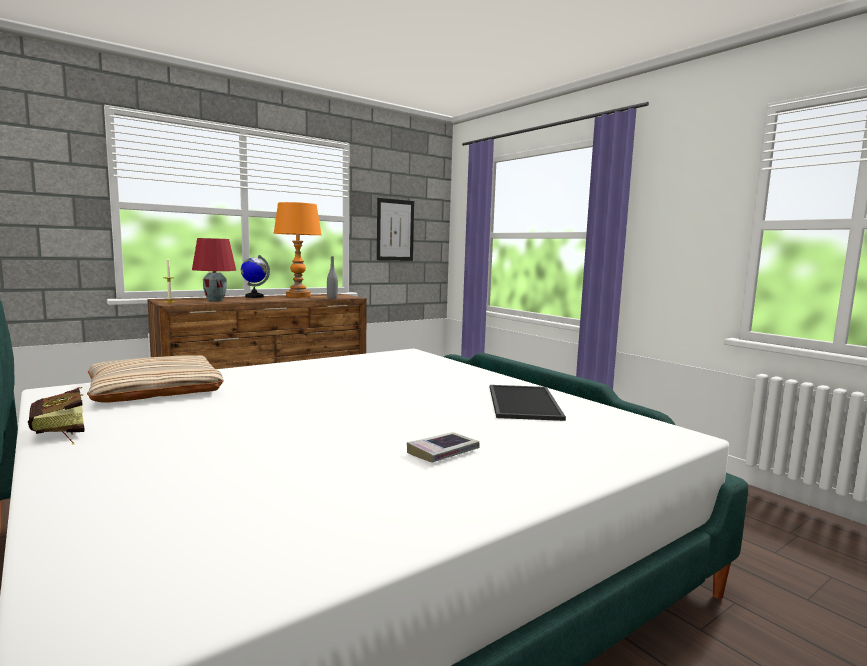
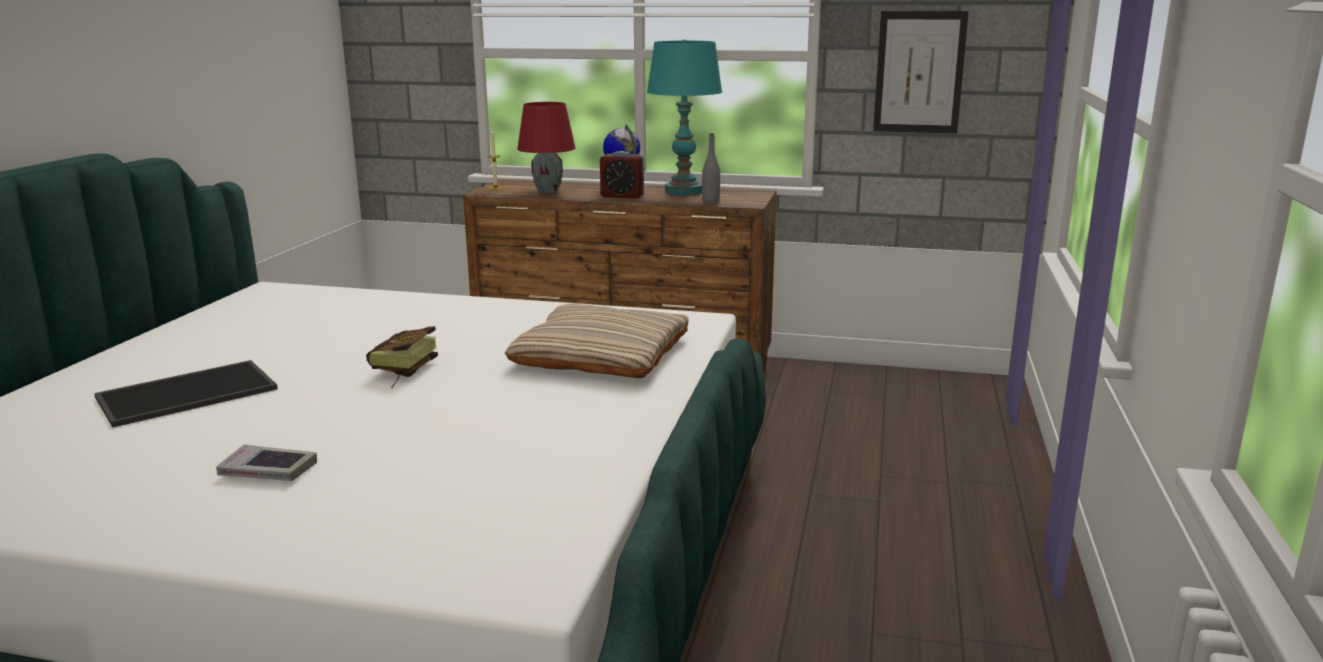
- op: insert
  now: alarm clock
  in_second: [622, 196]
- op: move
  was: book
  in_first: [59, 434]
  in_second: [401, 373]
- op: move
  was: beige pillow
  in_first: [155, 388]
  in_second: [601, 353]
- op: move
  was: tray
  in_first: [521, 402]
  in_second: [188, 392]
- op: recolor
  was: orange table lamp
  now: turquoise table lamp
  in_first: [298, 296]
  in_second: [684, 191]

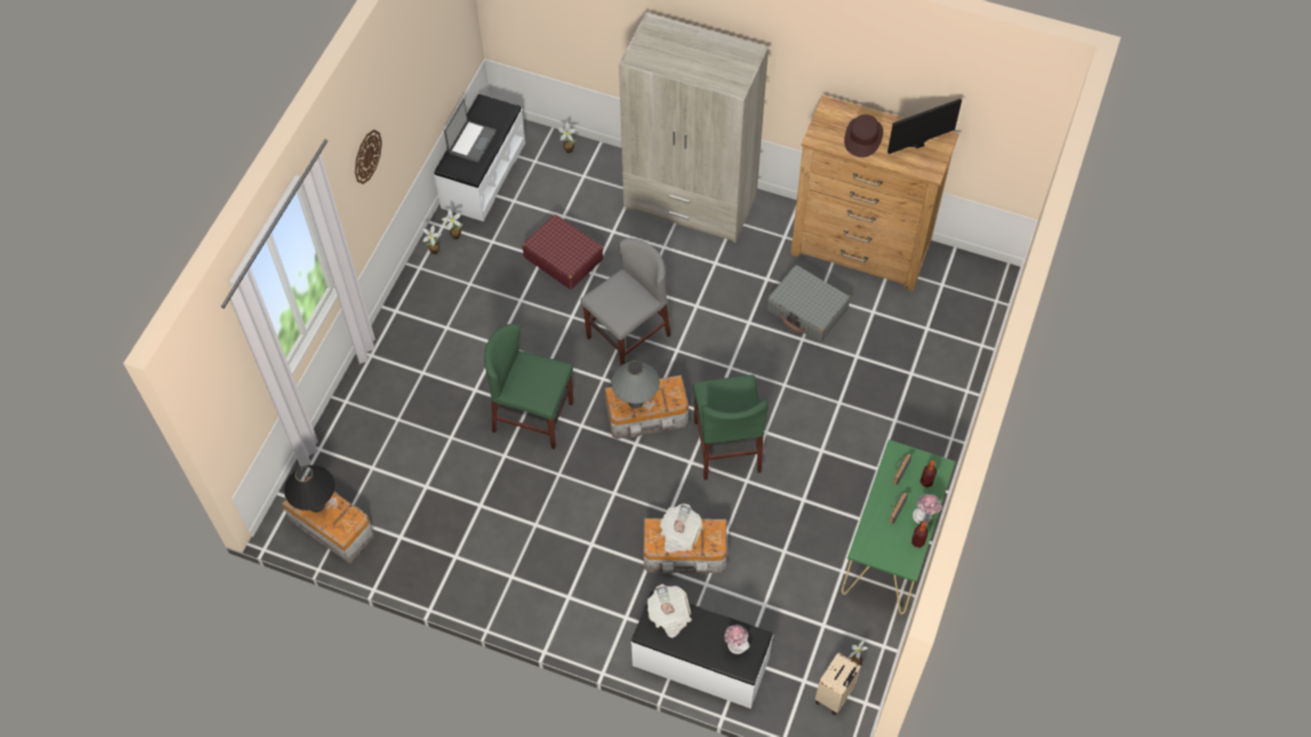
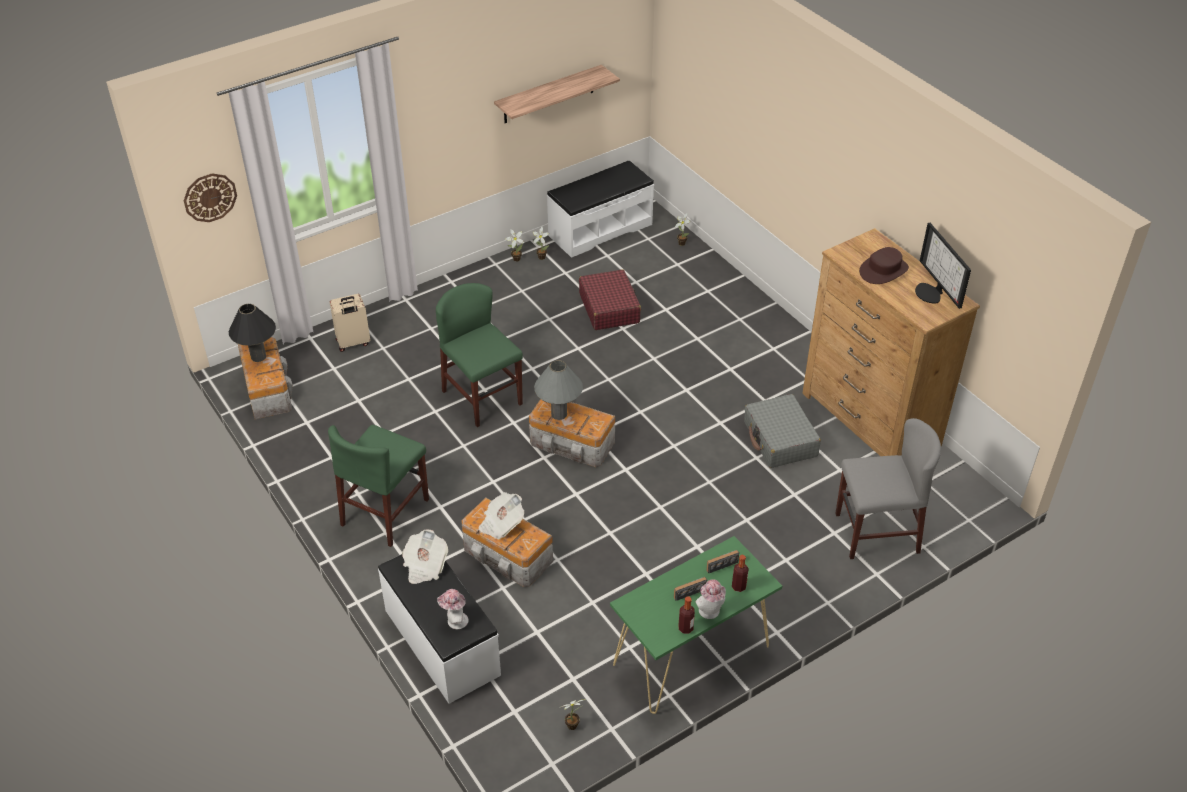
- op: delete
  was: laptop
  in_first: [471, 142]
- op: delete
  was: beige wardrobe
  in_first: [690, 202]
- op: insert
  now: shelf
  in_second: [548, 95]
- op: move
  was: wall clock
  in_first: [367, 156]
  in_second: [210, 197]
- op: move
  was: grey chair
  in_first: [628, 336]
  in_second: [876, 533]
- op: move
  was: green chair
  in_first: [727, 446]
  in_second: [385, 512]
- op: move
  was: beige suitcase
  in_first: [835, 695]
  in_second: [353, 343]
- op: rotate
  was: monitor
  in_first: [915, 141]
  in_second: [931, 293]
  clockwise: -120

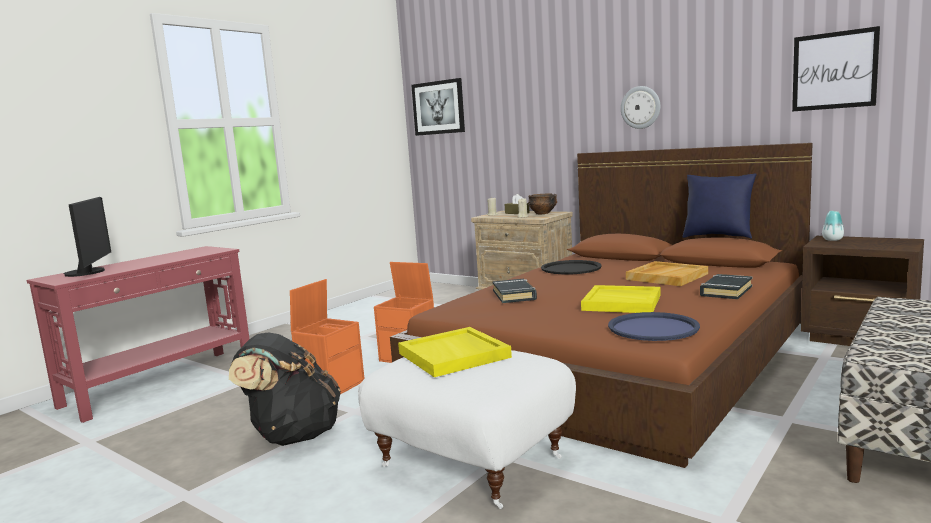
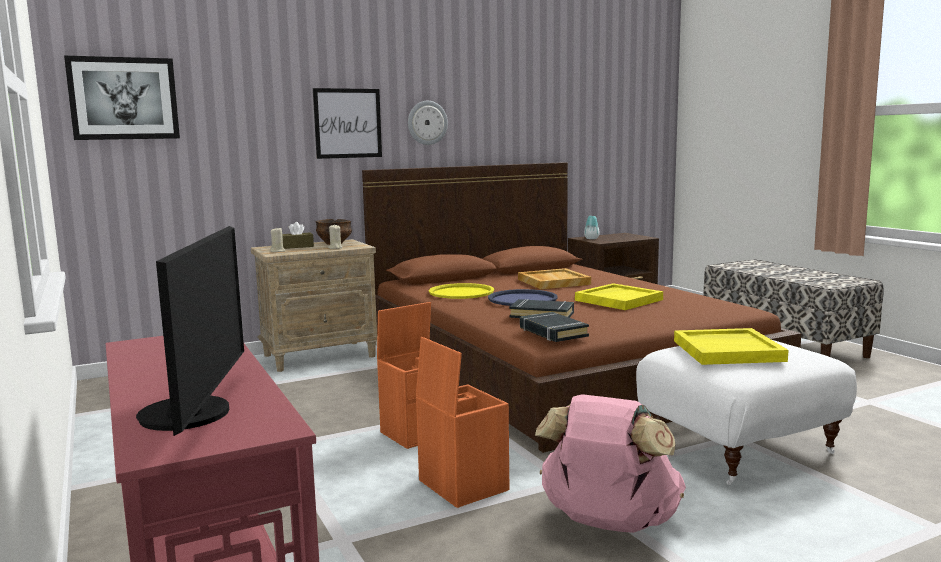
- op: delete
  was: blue pillow
  in_first: [718, 236]
- op: move
  was: blue tray
  in_first: [653, 328]
  in_second: [522, 299]
- op: move
  was: black book
  in_first: [726, 291]
  in_second: [552, 332]
- op: move
  was: picture
  in_first: [834, 70]
  in_second: [347, 123]
- op: recolor
  was: black backpack
  now: pink backpack
  in_first: [293, 436]
  in_second: [608, 524]
- op: recolor
  was: black tray
  now: yellow tray
  in_first: [571, 268]
  in_second: [461, 292]
- op: rotate
  was: monitor
  in_first: [89, 272]
  in_second: [195, 413]
  clockwise: 75

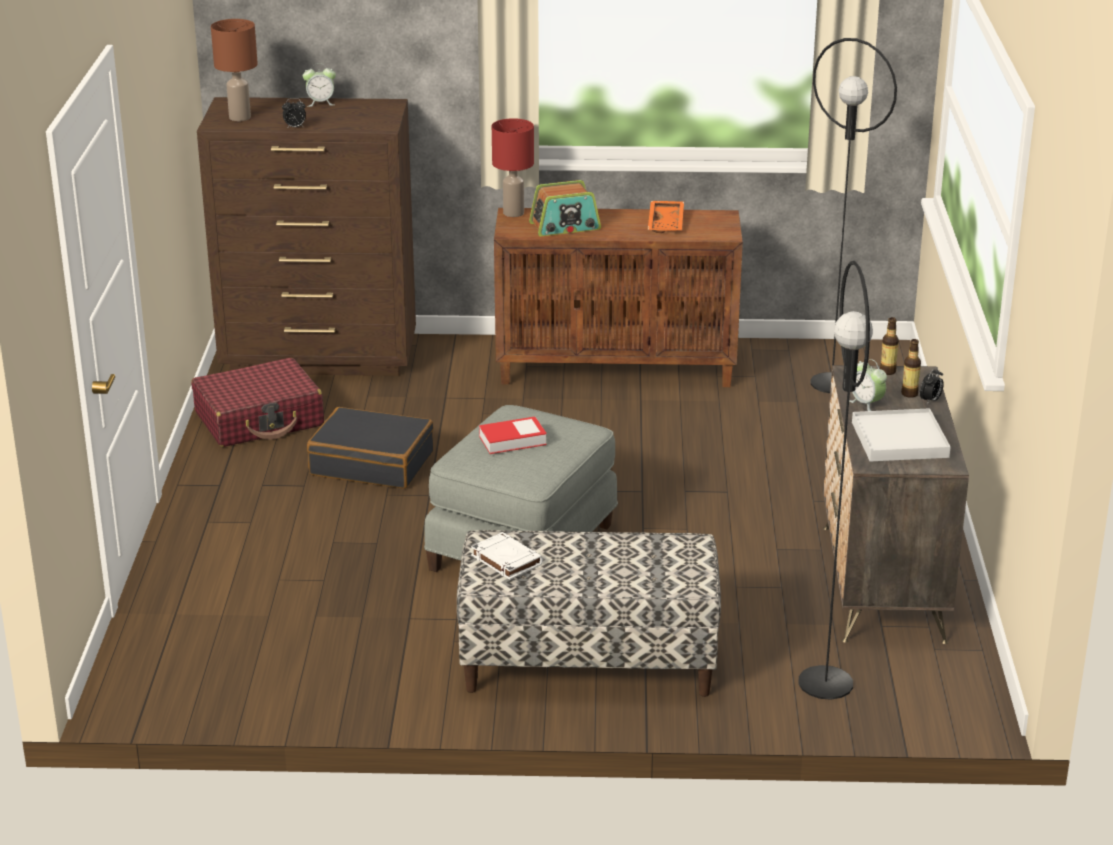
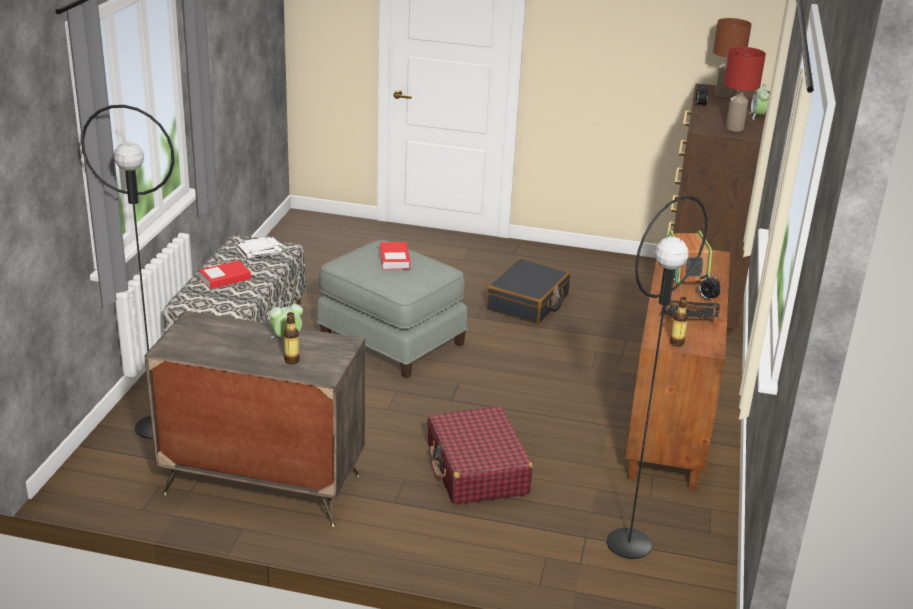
- op: delete
  was: white tray
  in_first: [899, 439]
- op: insert
  now: book
  in_second: [225, 279]
- op: move
  was: red suitcase
  in_first: [259, 419]
  in_second: [477, 469]
- op: move
  was: red table lamp
  in_first: [513, 213]
  in_second: [734, 128]
- op: move
  was: bottle
  in_first: [887, 371]
  in_second: [676, 343]
- op: move
  was: alarm clock
  in_first: [930, 400]
  in_second: [707, 298]
- op: recolor
  was: orange tray
  now: black tray
  in_first: [667, 223]
  in_second: [689, 317]

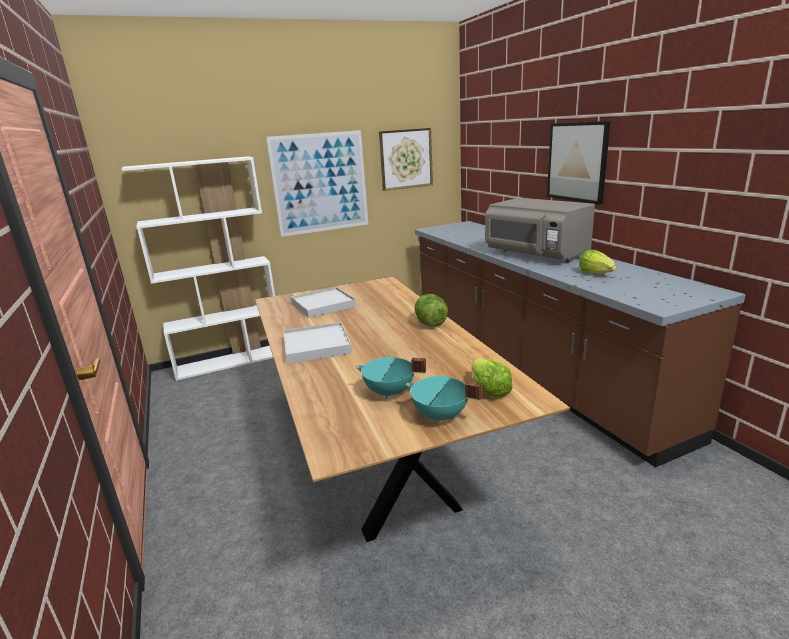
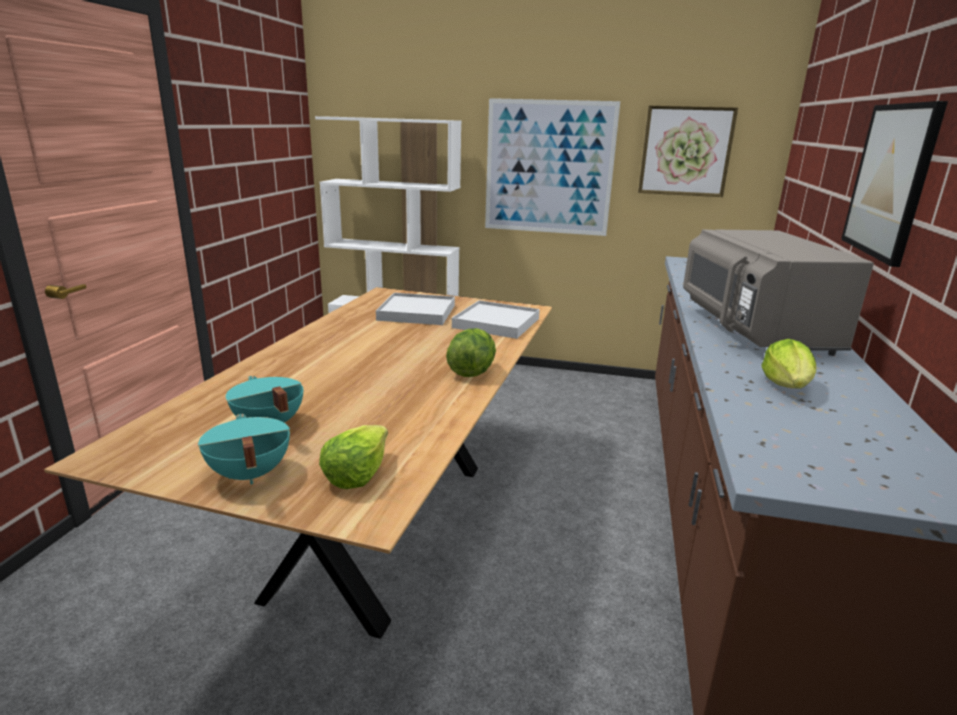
- op: move
  was: white tray
  in_first: [316, 345]
  in_second: [496, 323]

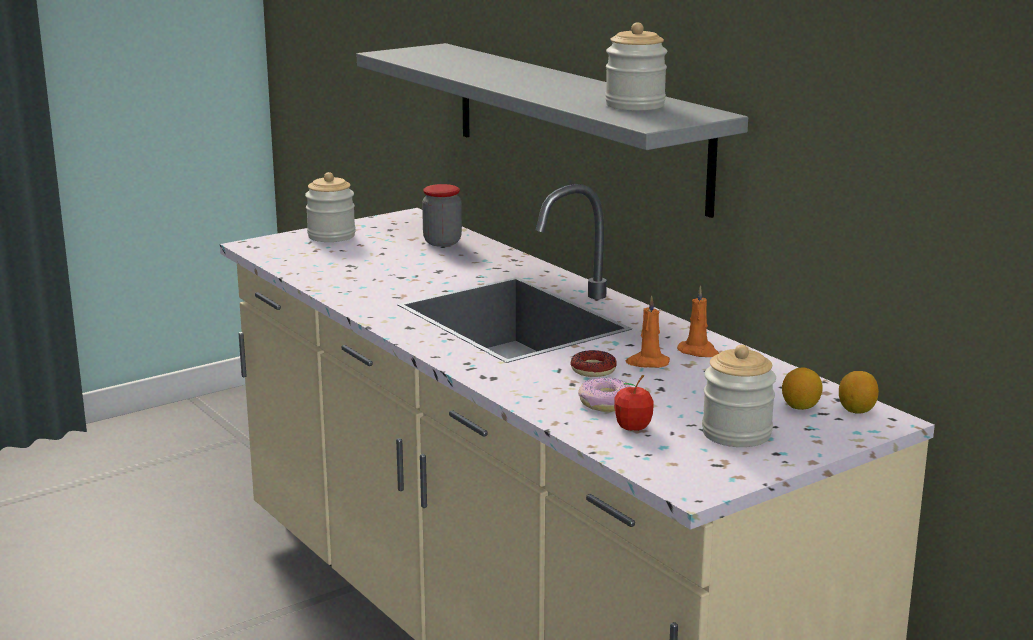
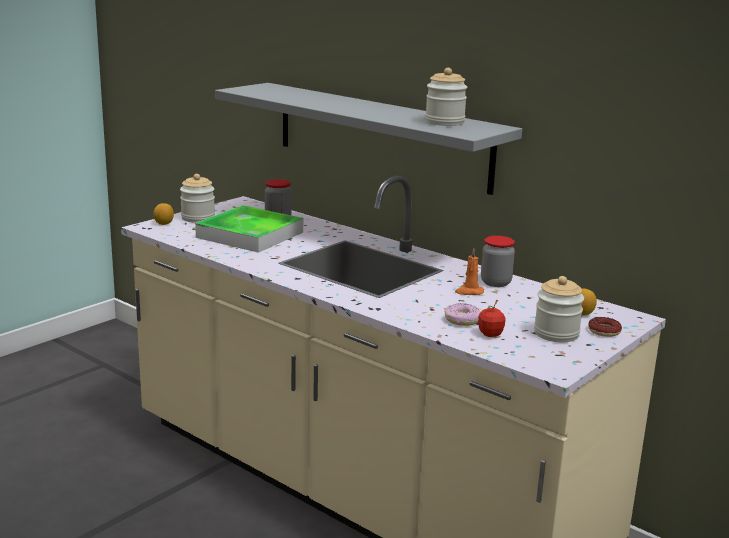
- op: insert
  now: tray
  in_second: [250, 235]
- op: move
  was: donut
  in_first: [593, 370]
  in_second: [604, 331]
- op: move
  was: lemon
  in_first: [856, 410]
  in_second: [164, 224]
- op: replace
  was: orange candle
  now: jar
  in_first: [699, 352]
  in_second: [495, 283]

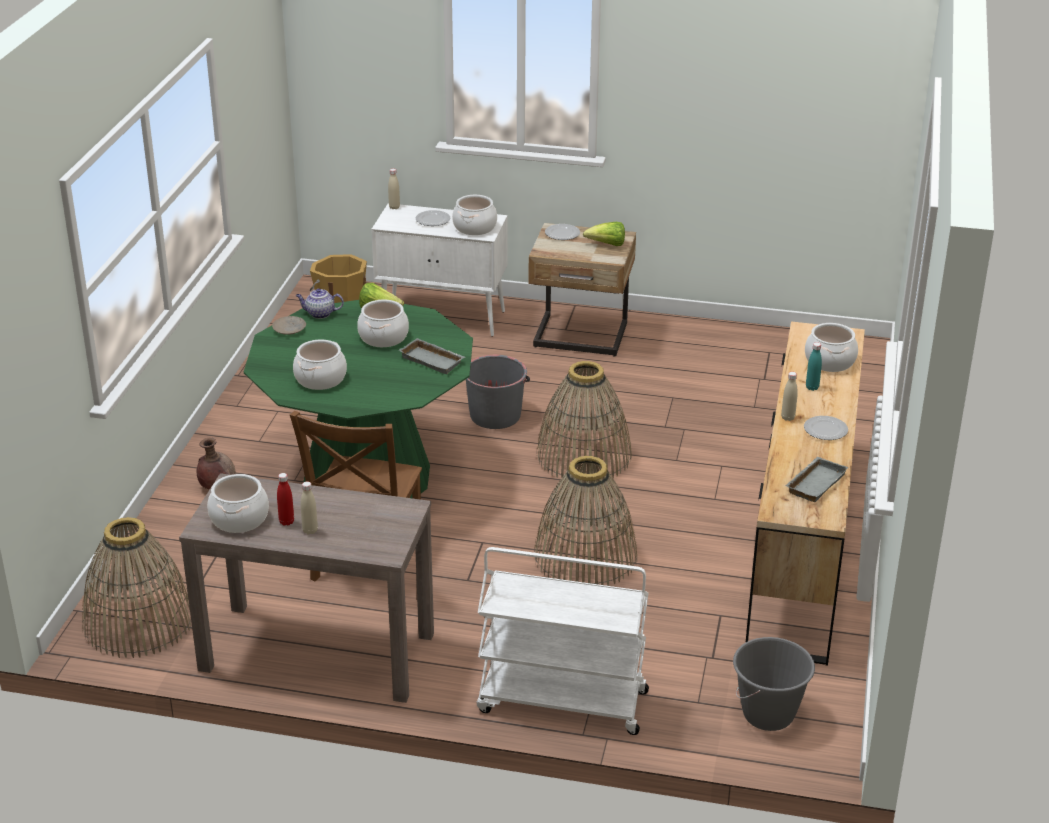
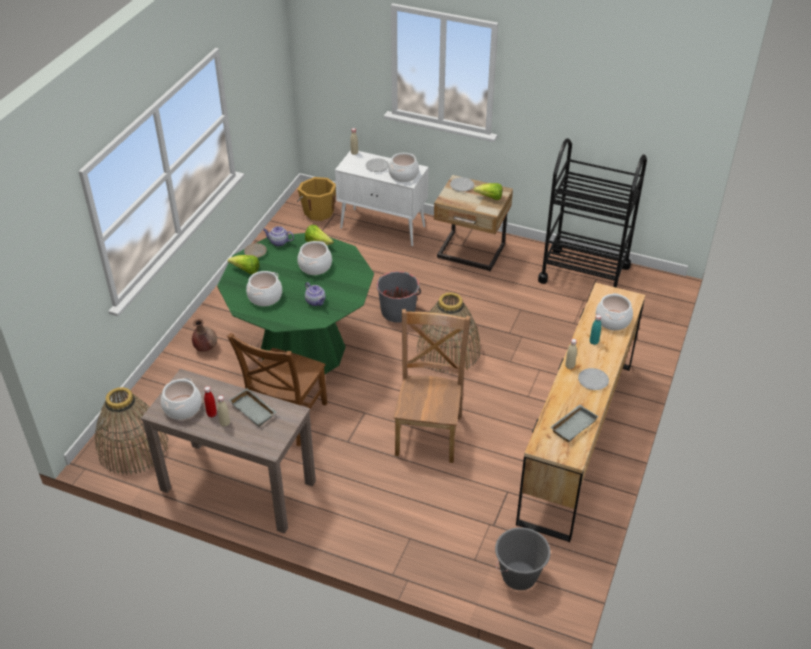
- op: delete
  was: white cart
  in_first: [561, 702]
- op: insert
  now: lettuce
  in_second: [246, 271]
- op: insert
  now: teapot
  in_second: [316, 301]
- op: insert
  now: black cart
  in_second: [584, 273]
- op: move
  was: grey tray
  in_first: [433, 360]
  in_second: [254, 410]
- op: replace
  was: basket
  now: brown chair
  in_first: [585, 556]
  in_second: [429, 432]

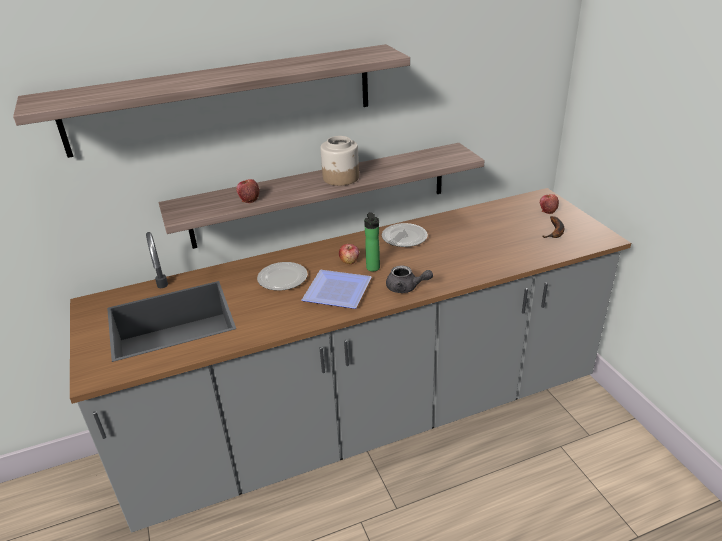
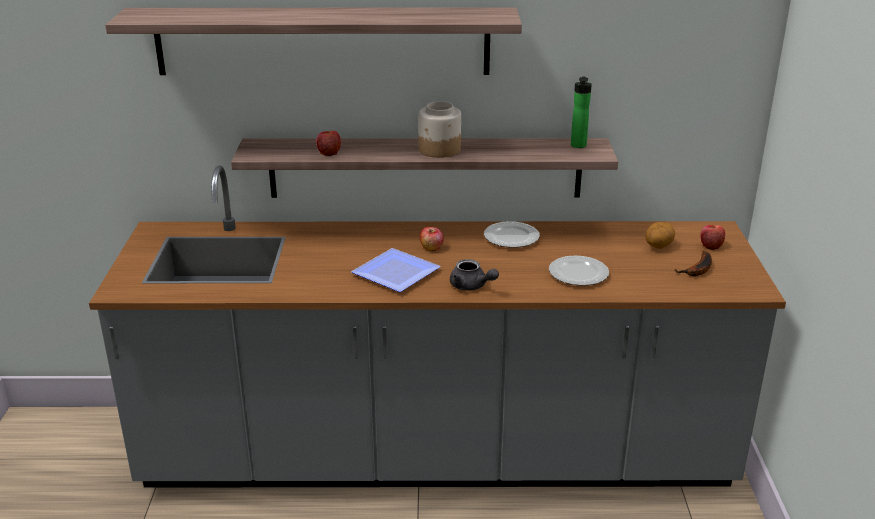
- op: insert
  now: potato
  in_second: [658, 246]
- op: move
  was: plate
  in_first: [283, 278]
  in_second: [579, 274]
- op: move
  was: bottle
  in_first: [373, 269]
  in_second: [578, 146]

